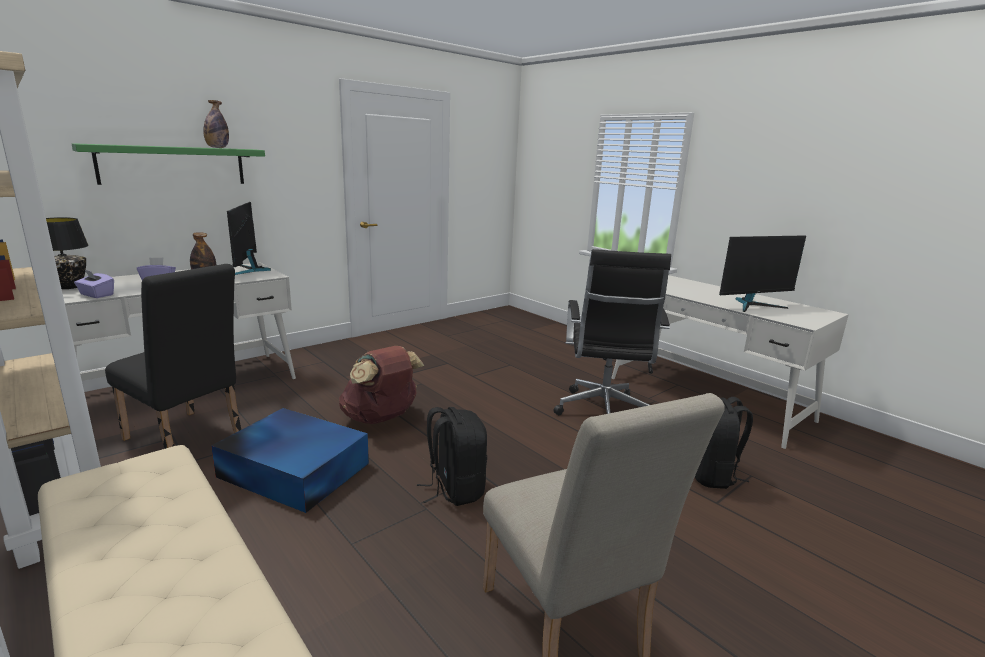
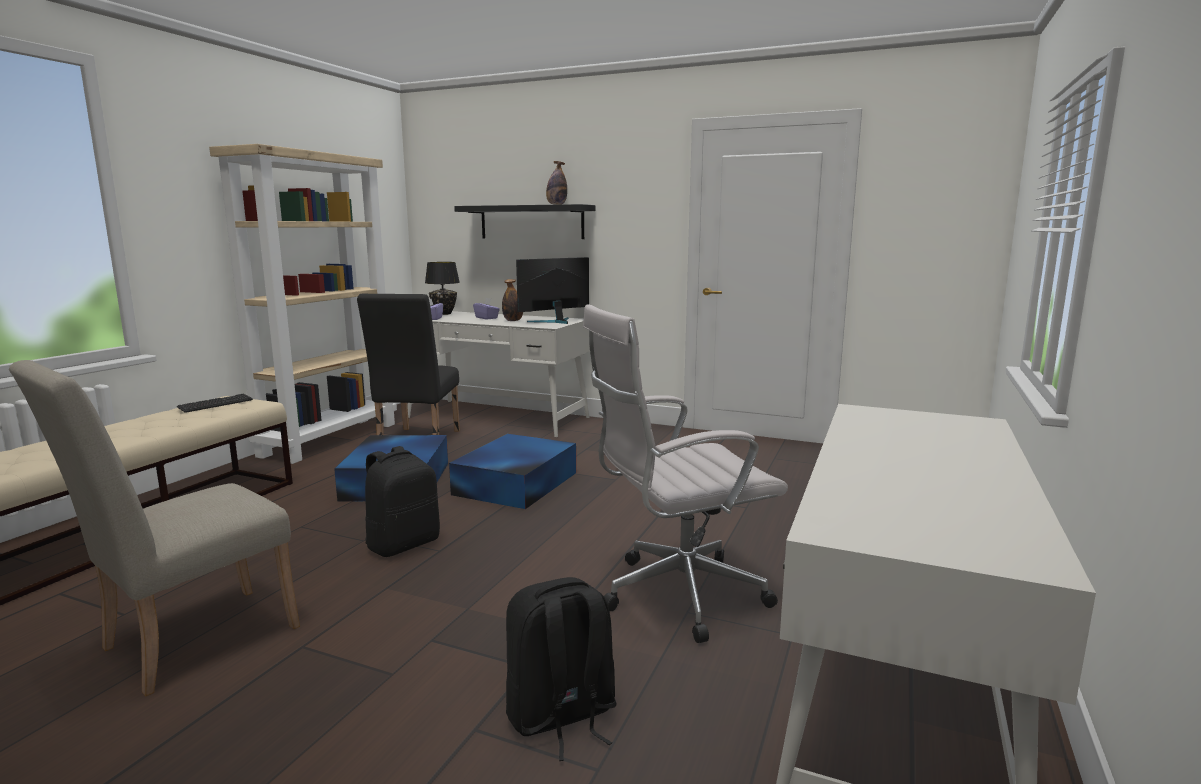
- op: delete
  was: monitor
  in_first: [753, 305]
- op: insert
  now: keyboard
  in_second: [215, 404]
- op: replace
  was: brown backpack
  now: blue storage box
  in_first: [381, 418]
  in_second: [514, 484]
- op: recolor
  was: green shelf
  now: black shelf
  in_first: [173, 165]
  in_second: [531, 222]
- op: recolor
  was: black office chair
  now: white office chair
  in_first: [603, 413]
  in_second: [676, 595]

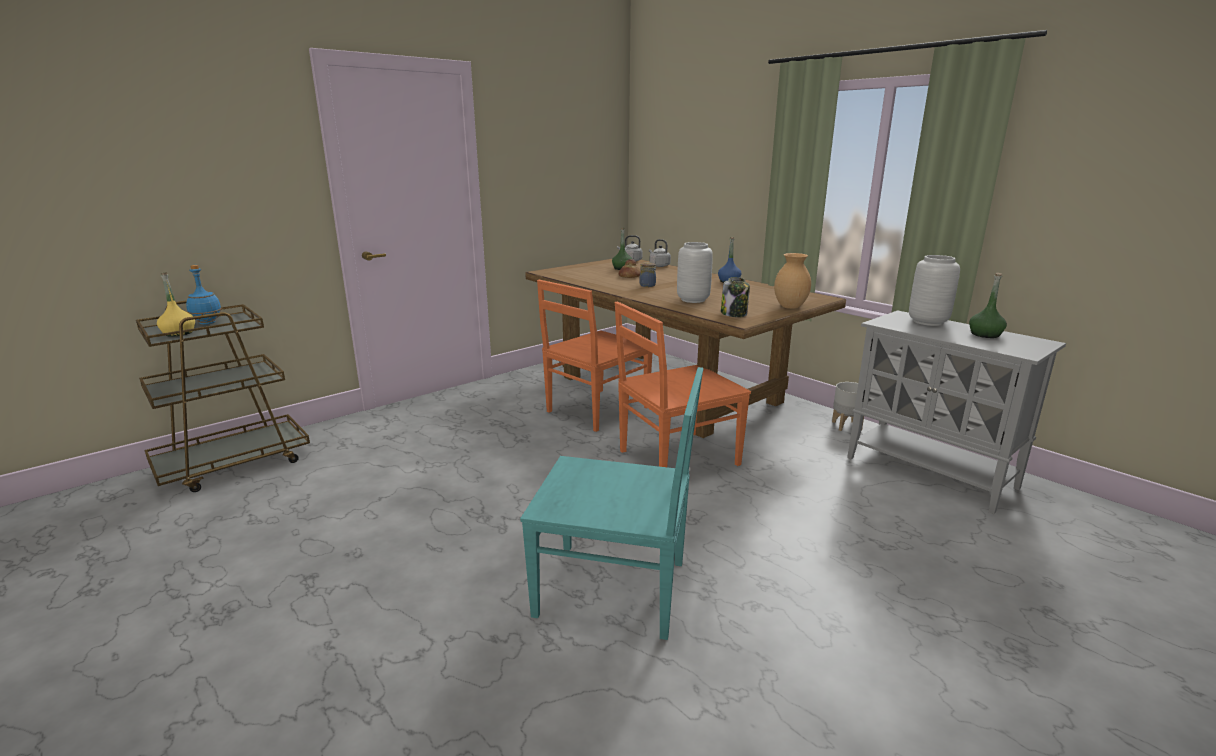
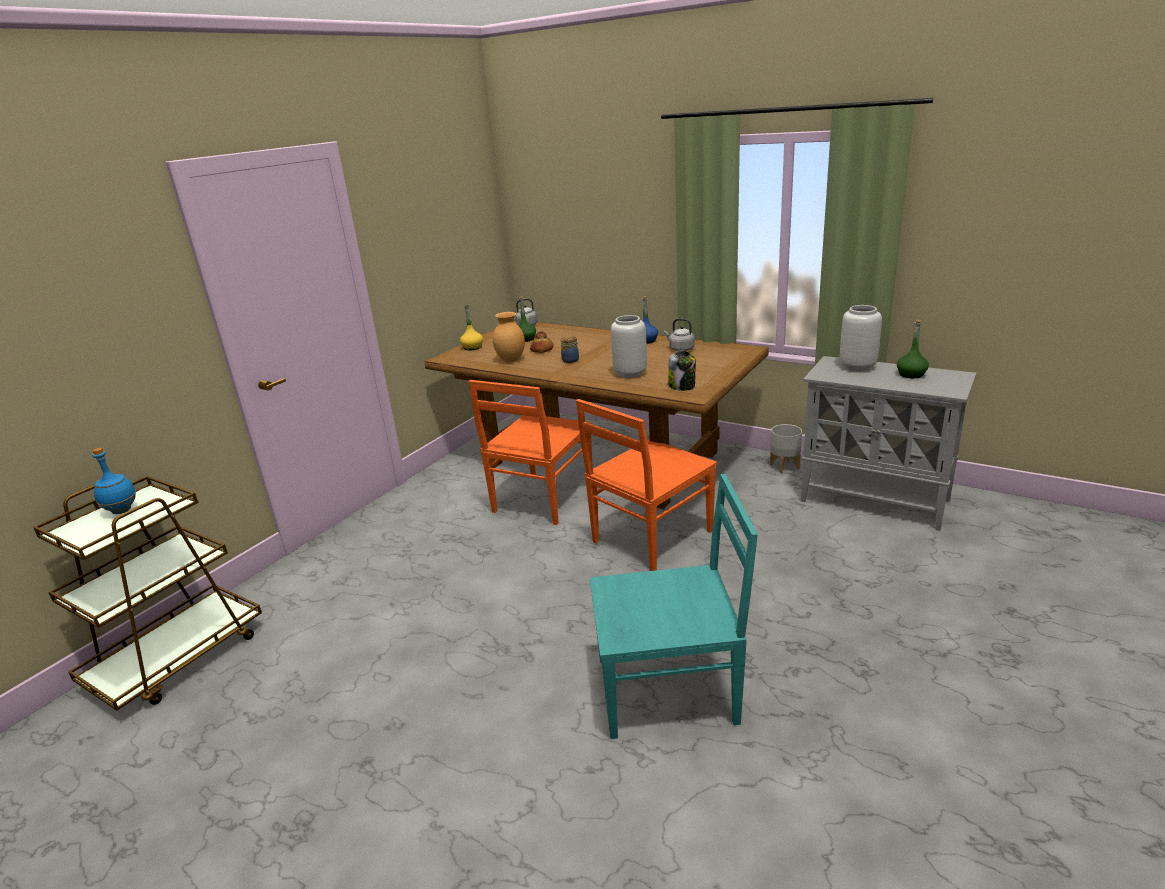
- op: move
  was: yellow bottle
  in_first: [178, 333]
  in_second: [472, 347]
- op: move
  was: grey kettle
  in_first: [658, 265]
  in_second: [680, 349]
- op: move
  was: brown vase
  in_first: [789, 307]
  in_second: [510, 360]

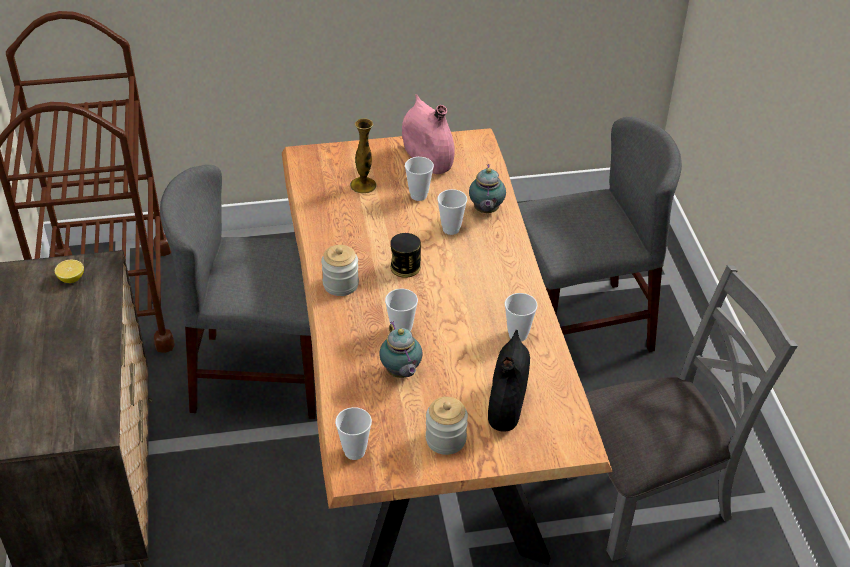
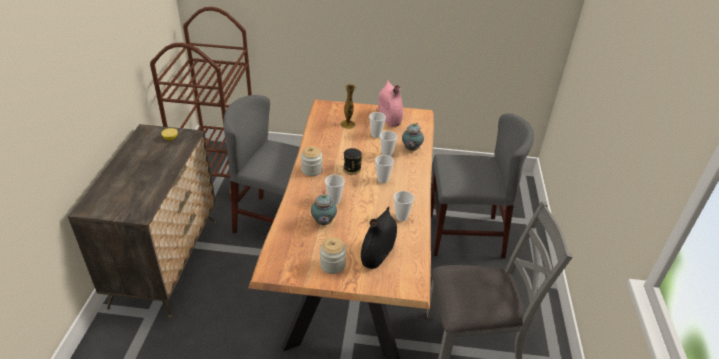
- op: move
  was: cup
  in_first: [354, 451]
  in_second: [382, 180]

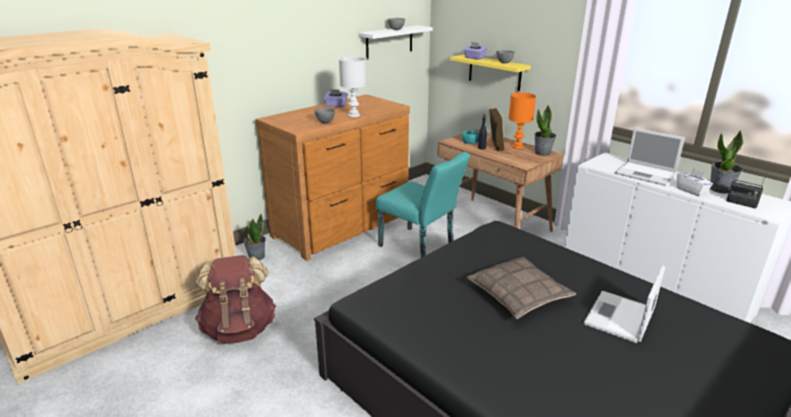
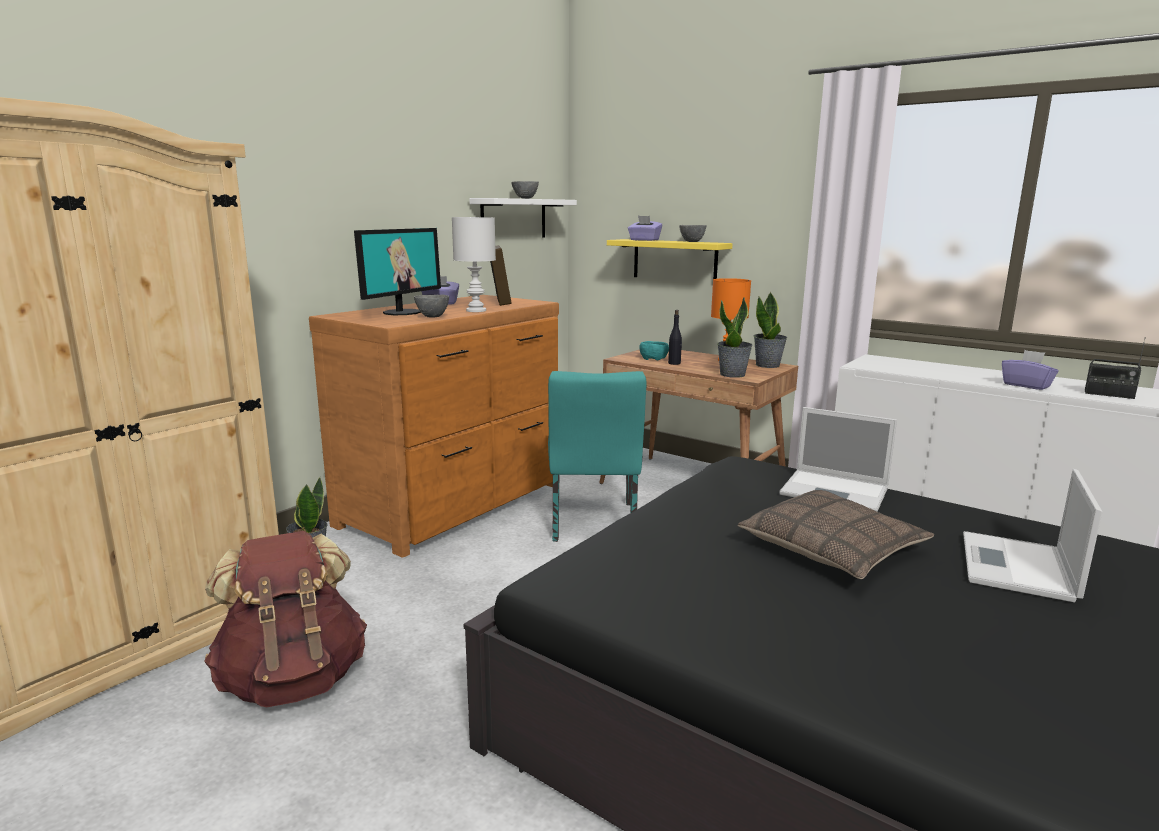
- op: insert
  now: monitor
  in_second: [401, 312]
- op: move
  was: picture frame
  in_first: [495, 145]
  in_second: [500, 302]
- op: move
  was: laptop
  in_first: [646, 174]
  in_second: [836, 492]
- op: move
  was: potted plant
  in_first: [720, 189]
  in_second: [733, 374]
- op: recolor
  was: white tissue box
  now: purple tissue box
  in_first: [691, 191]
  in_second: [1026, 385]
- op: rotate
  was: turquoise chair
  in_first: [420, 248]
  in_second: [593, 525]
  clockwise: 60

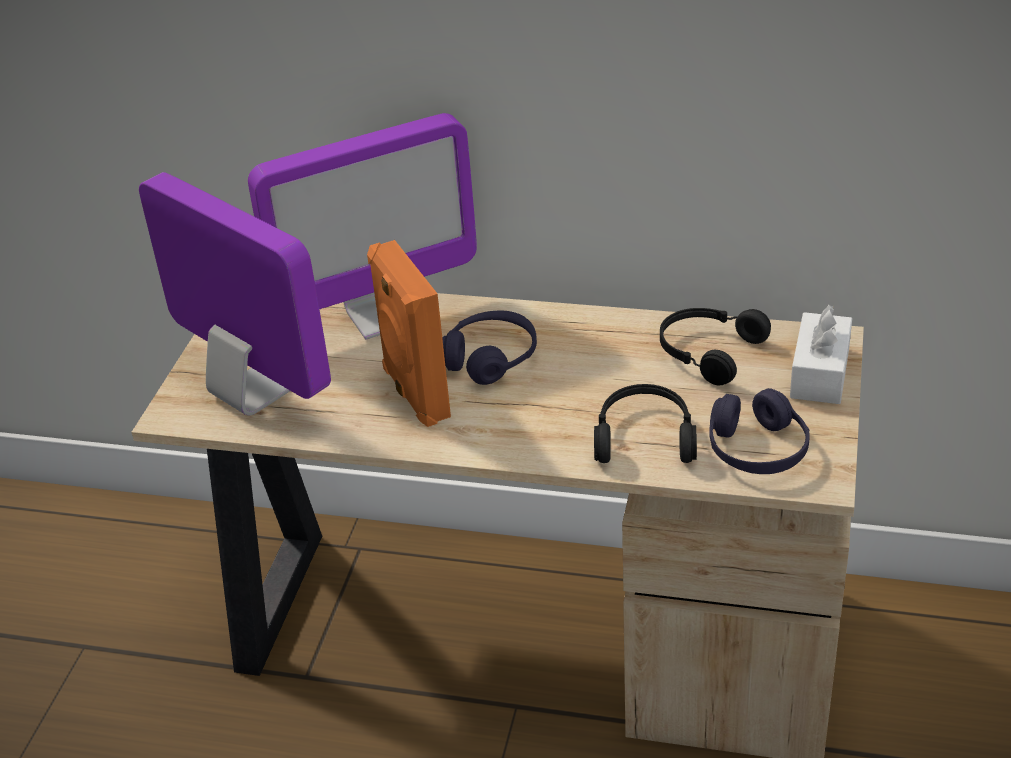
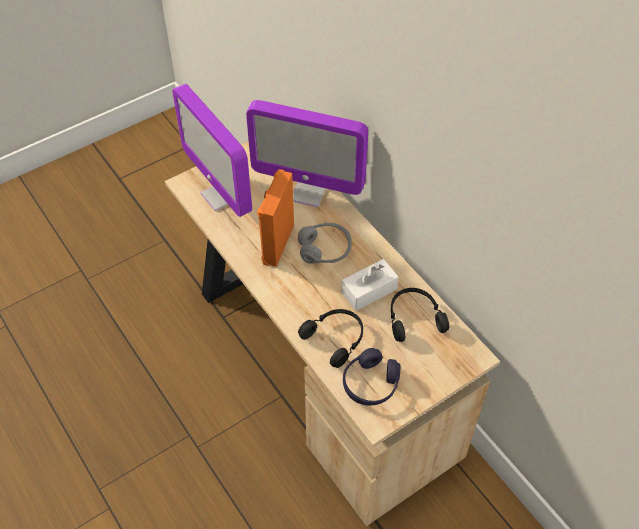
- op: move
  was: white tissue box
  in_first: [819, 373]
  in_second: [369, 291]
- op: recolor
  was: purple headphones
  now: grey headphones
  in_first: [490, 358]
  in_second: [325, 249]
- op: rotate
  was: monitor
  in_first: [251, 393]
  in_second: [221, 195]
  clockwise: 150

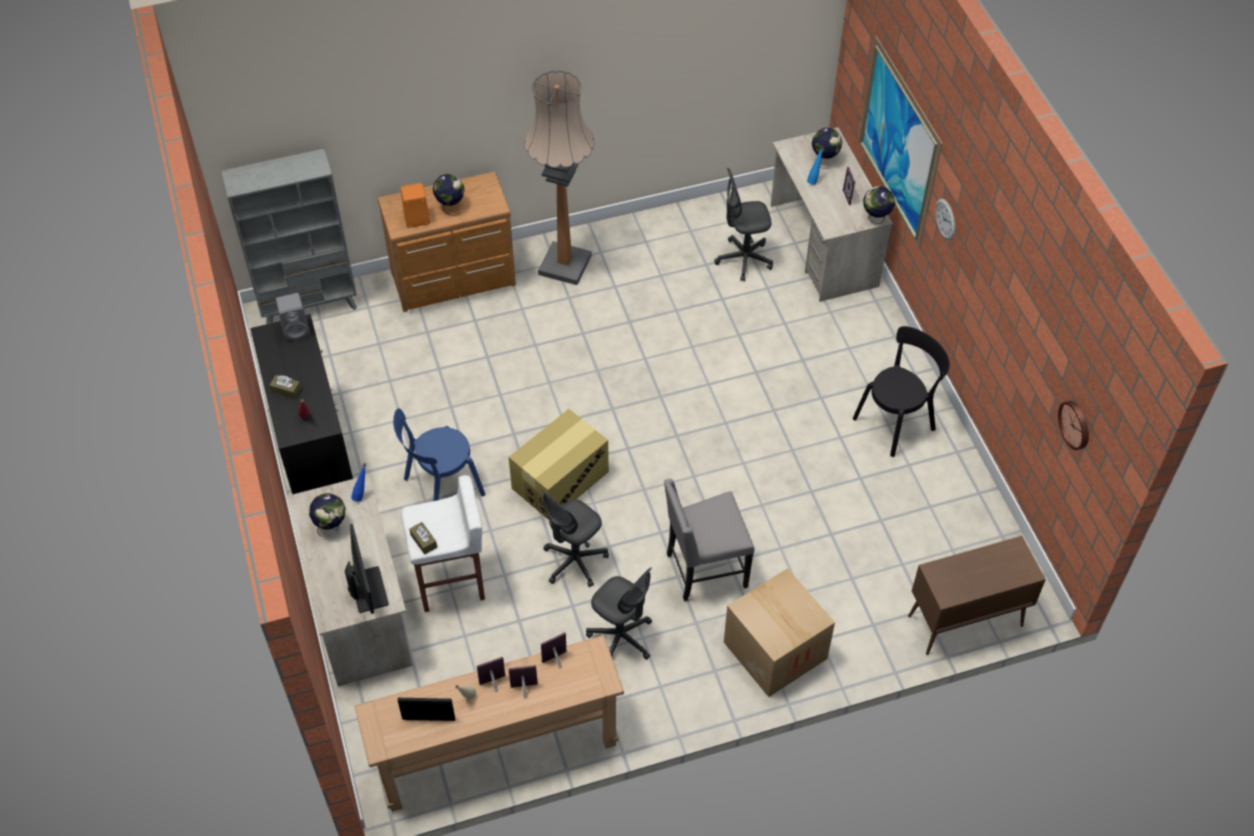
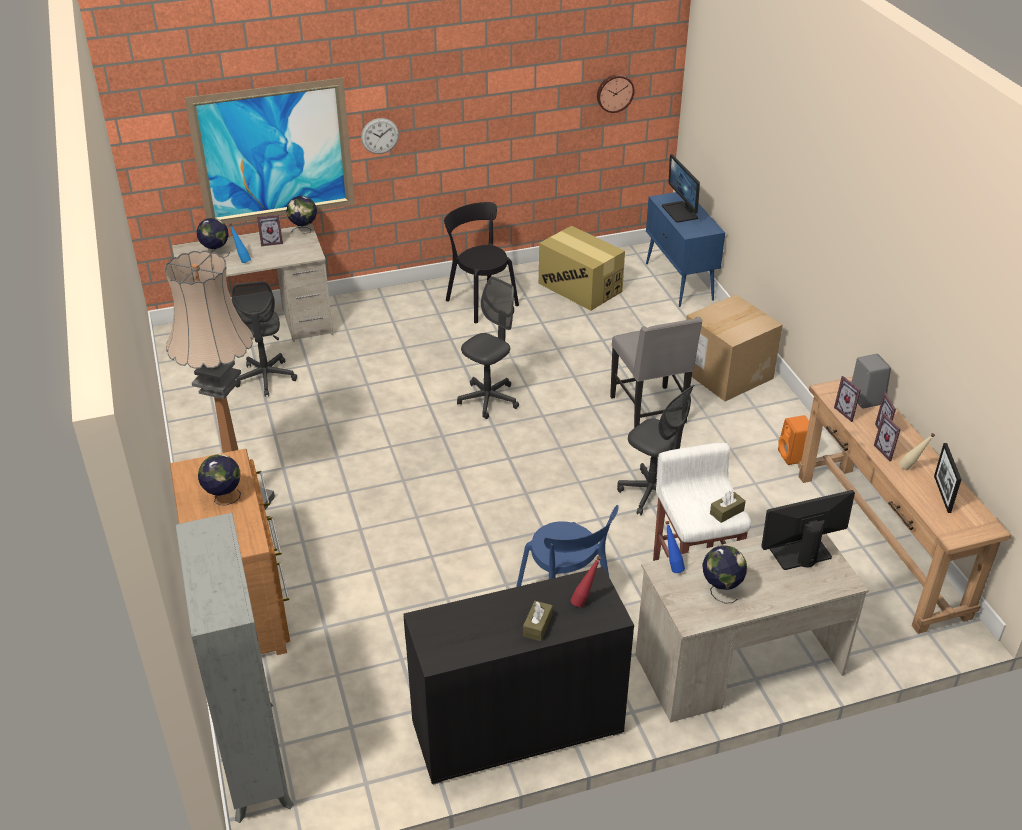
- op: insert
  now: monitor
  in_second: [680, 212]
- op: move
  was: grey speaker
  in_first: [297, 330]
  in_second: [865, 398]
- op: move
  was: orange speaker
  in_first: [416, 219]
  in_second: [793, 456]
- op: move
  was: cardboard box
  in_first: [560, 480]
  in_second: [580, 287]
- op: move
  was: grey office chair
  in_first: [621, 638]
  in_second: [488, 400]
- op: recolor
  was: brown cabinet
  now: blue cabinet
  in_first: [964, 621]
  in_second: [679, 282]

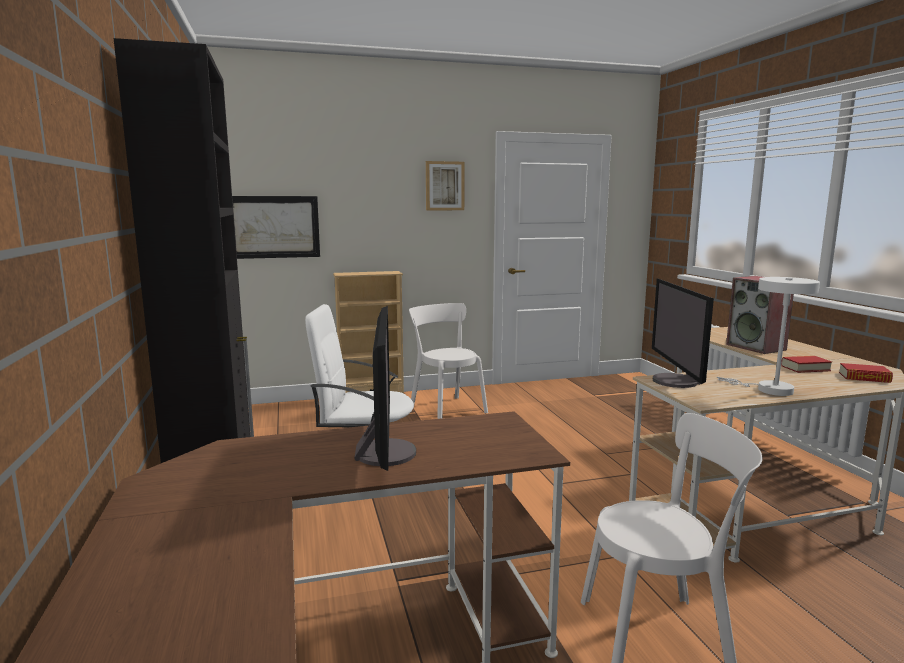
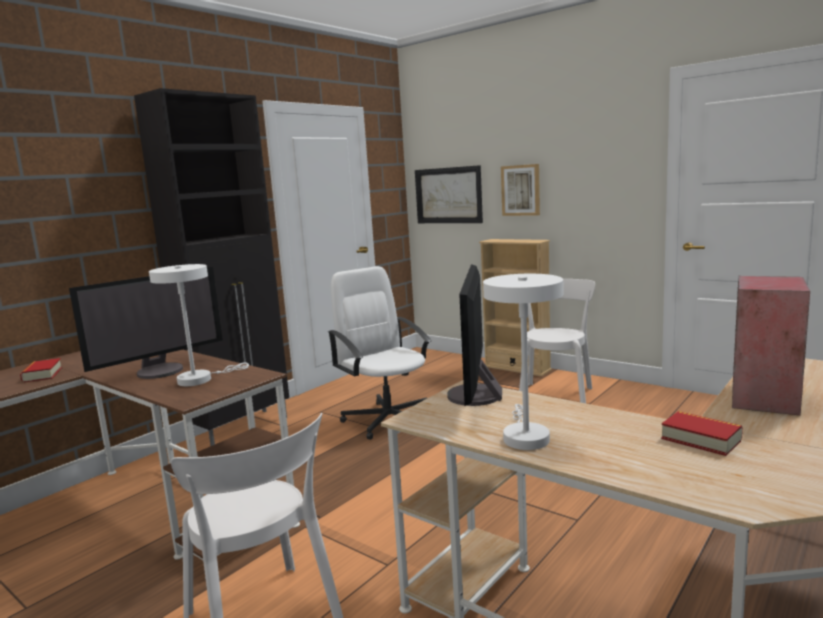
- op: insert
  now: white table lamp
  in_second: [200, 379]
- op: move
  was: picture
  in_first: [444, 186]
  in_second: [521, 190]
- op: move
  was: book
  in_first: [864, 377]
  in_second: [42, 374]
- op: rotate
  was: monitor
  in_first: [676, 381]
  in_second: [476, 396]
  clockwise: -45

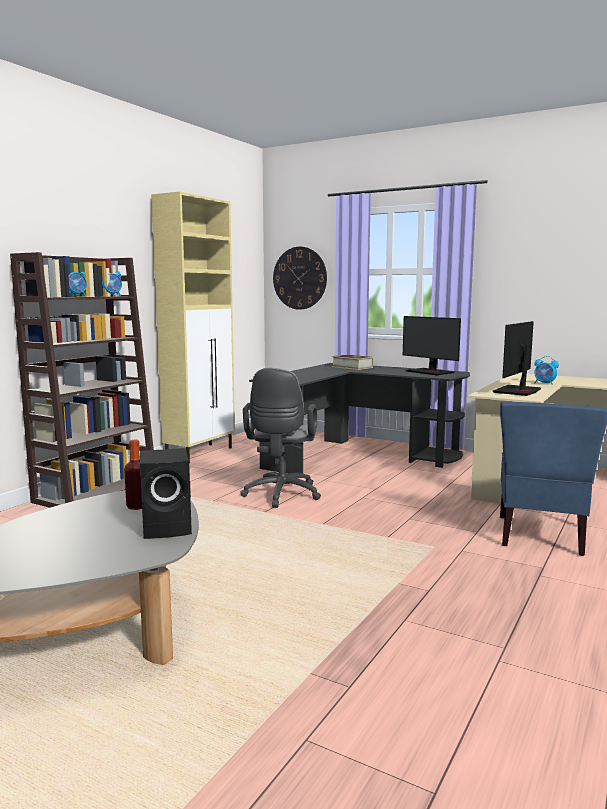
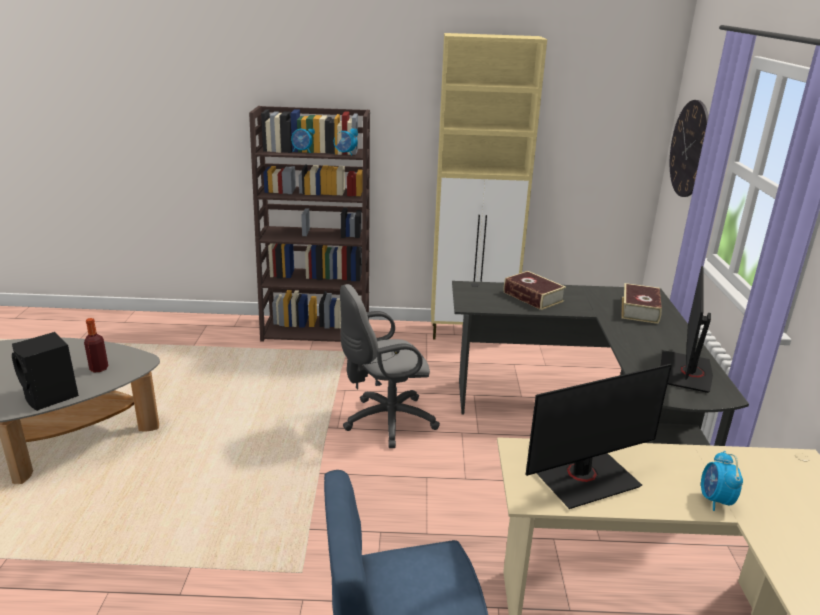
- op: insert
  now: book
  in_second: [533, 297]
- op: rotate
  was: monitor
  in_first: [518, 391]
  in_second: [585, 479]
  clockwise: 150

